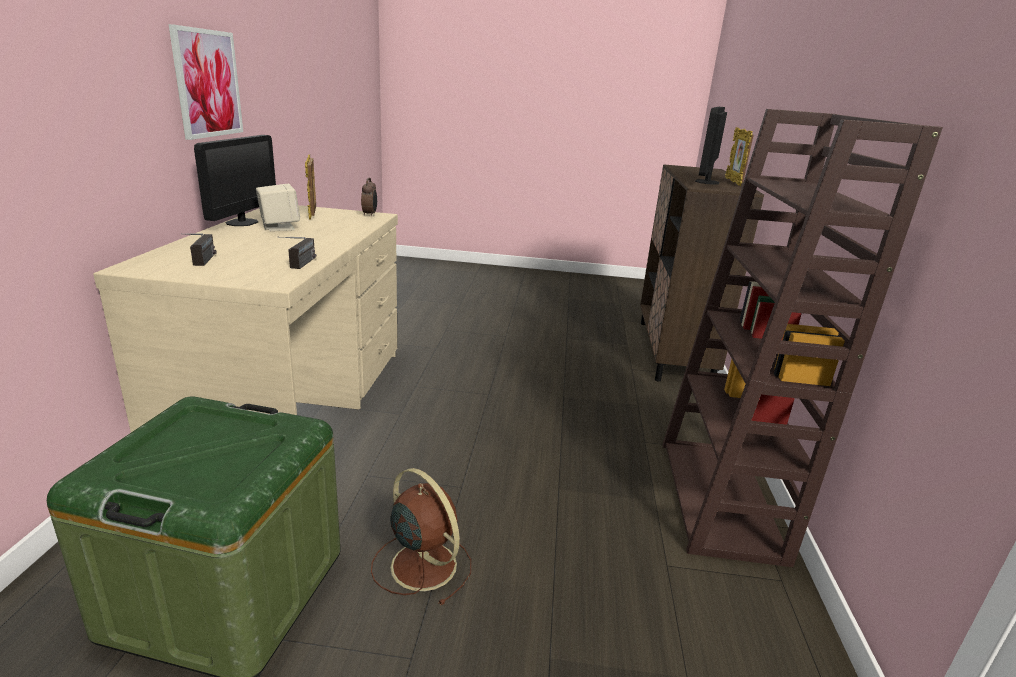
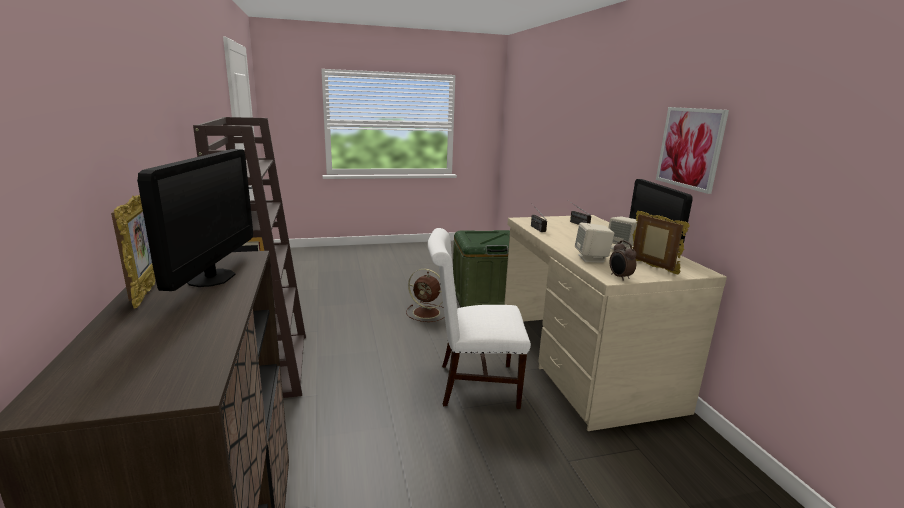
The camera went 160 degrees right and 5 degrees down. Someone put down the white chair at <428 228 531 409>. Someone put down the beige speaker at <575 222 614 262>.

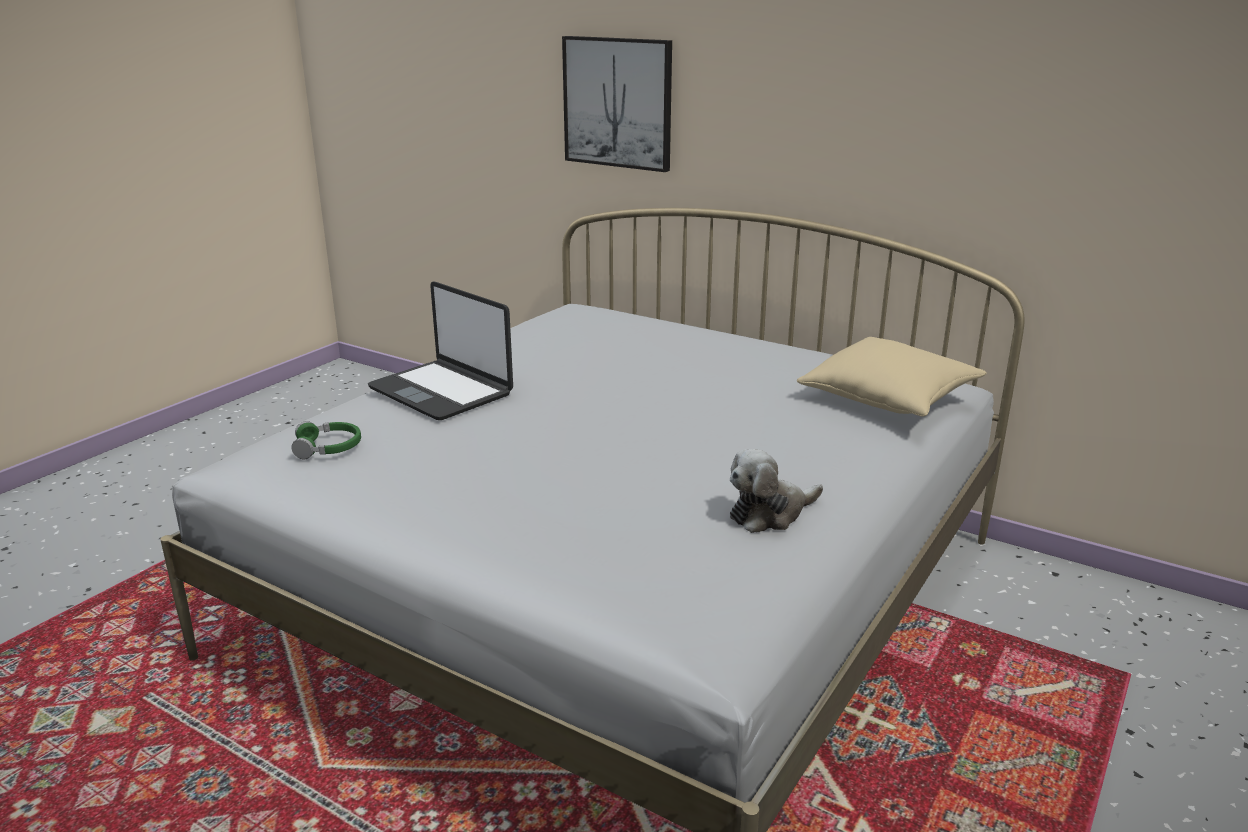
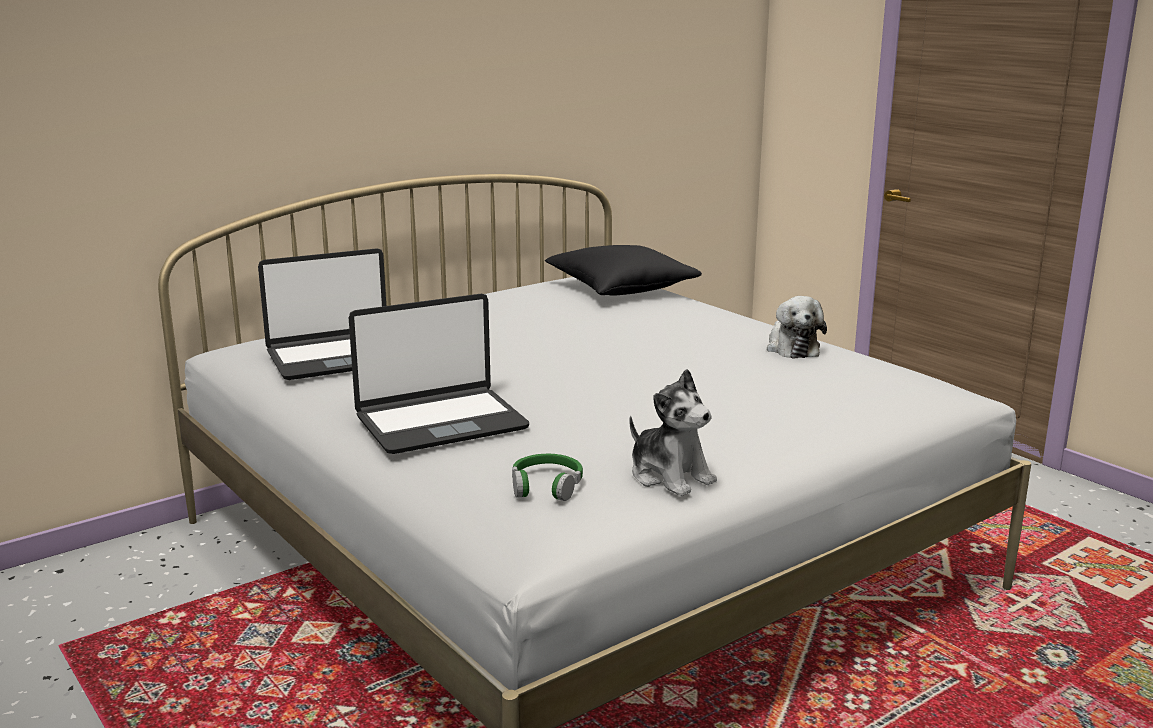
The camera went 70 degrees left and 5 degrees down. Someone took away the picture at <562 36 672 172>. Someone repainted the beige pillow at <797 337 987 416>, which became the black pillow at <545 245 702 296>. Someone put down the laptop at <258 248 386 380>. Someone put down the plush toy at <629 369 717 496>.

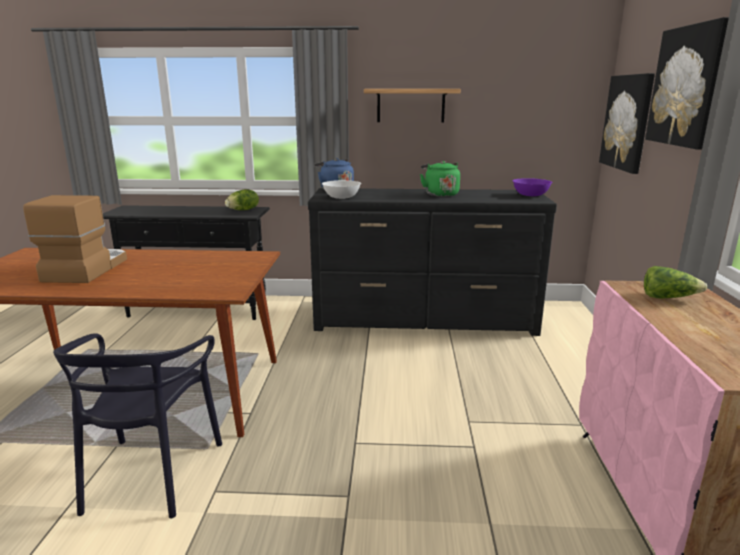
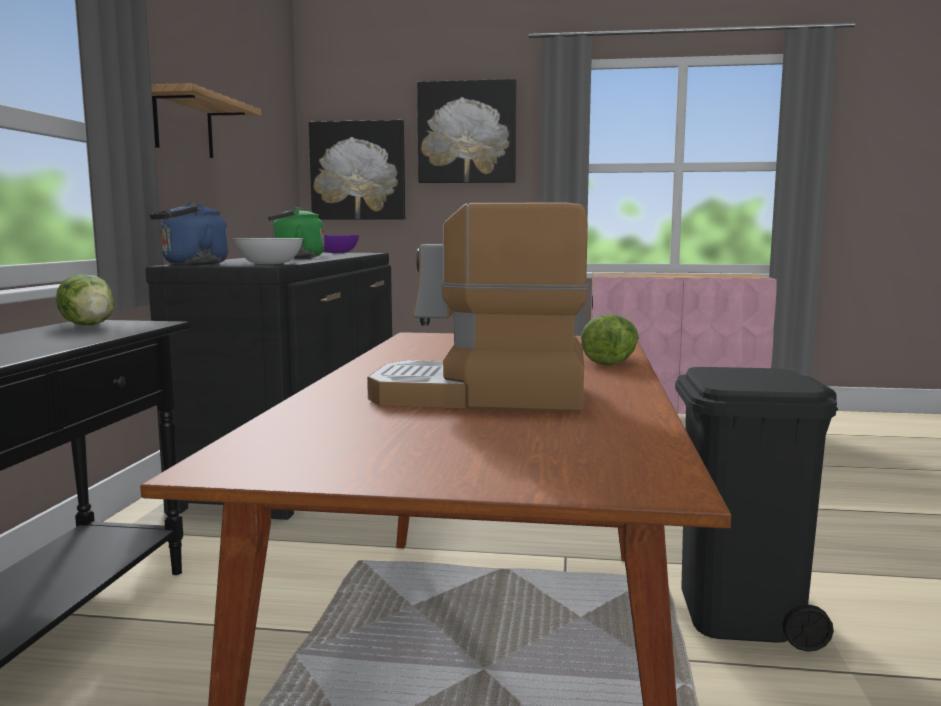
The camera went 85 degrees left and 10 degrees down. Someone swapped the black chair at <53 333 222 518> for the black trash can at <675 367 838 652>. Someone carried the lettuce from <644 266 707 298> to <581 314 638 365>.

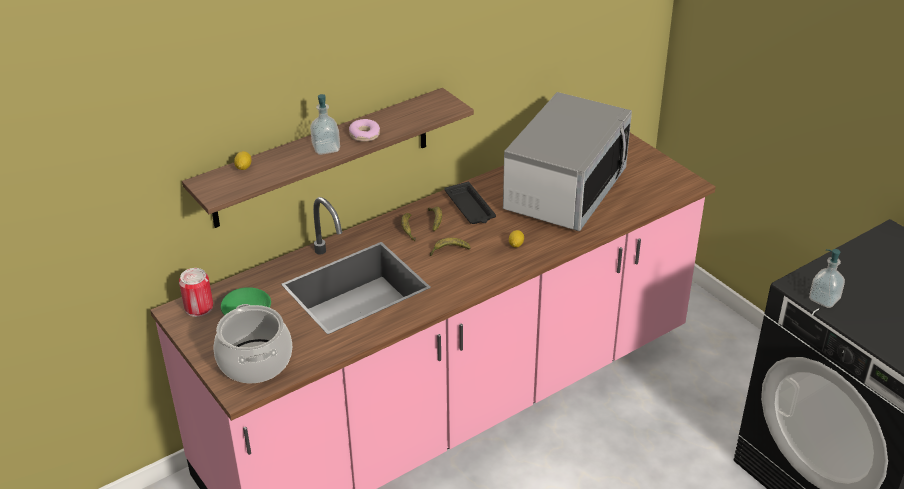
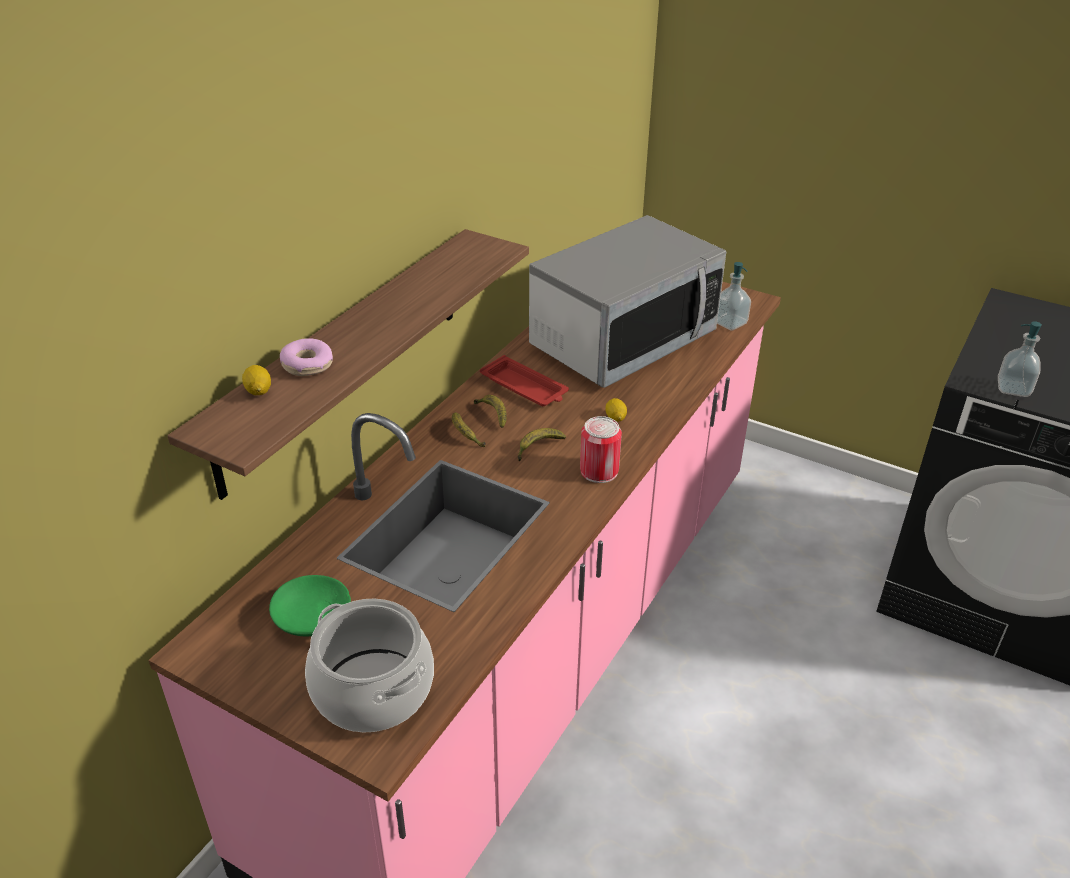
The camera went 25 degrees left and 0 degrees up. Someone carried the can from <179 268 213 317> to <580 416 622 483>. Someone carried the soap dispenser from <310 94 340 155> to <717 262 751 331>. Someone carried the donut from <349 119 380 142> to <280 338 333 376>. Someone repainted the black tray at <444 182 496 224>, which became the red tray at <480 355 569 406>. Someone rotated the microwave at <503 92 632 231> by 45 degrees clockwise.

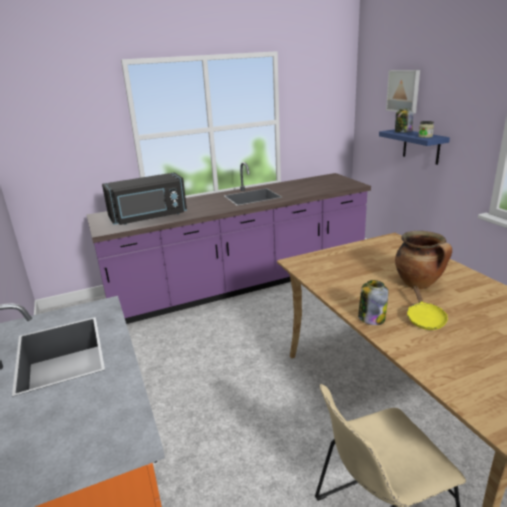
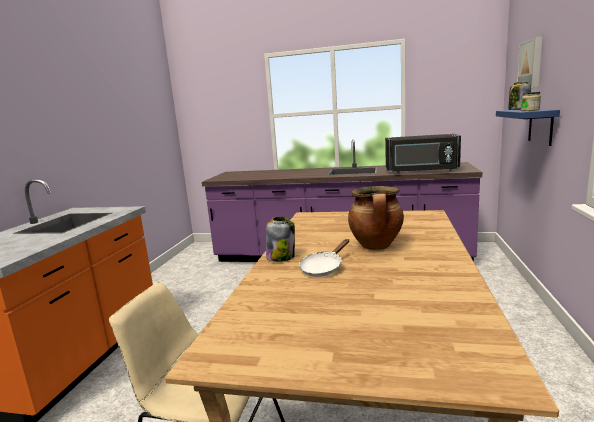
The camera went 35 degrees right and 10 degrees down. Someone carried the black microwave from <102 172 187 225> to <385 134 461 174>. Someone repainted the yellow frying pan at <407 286 448 330>, which became the white frying pan at <299 239 349 277>.

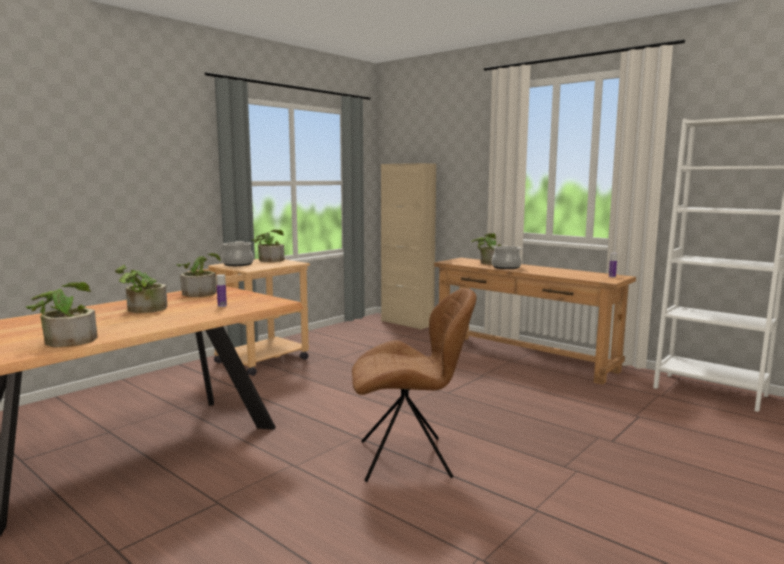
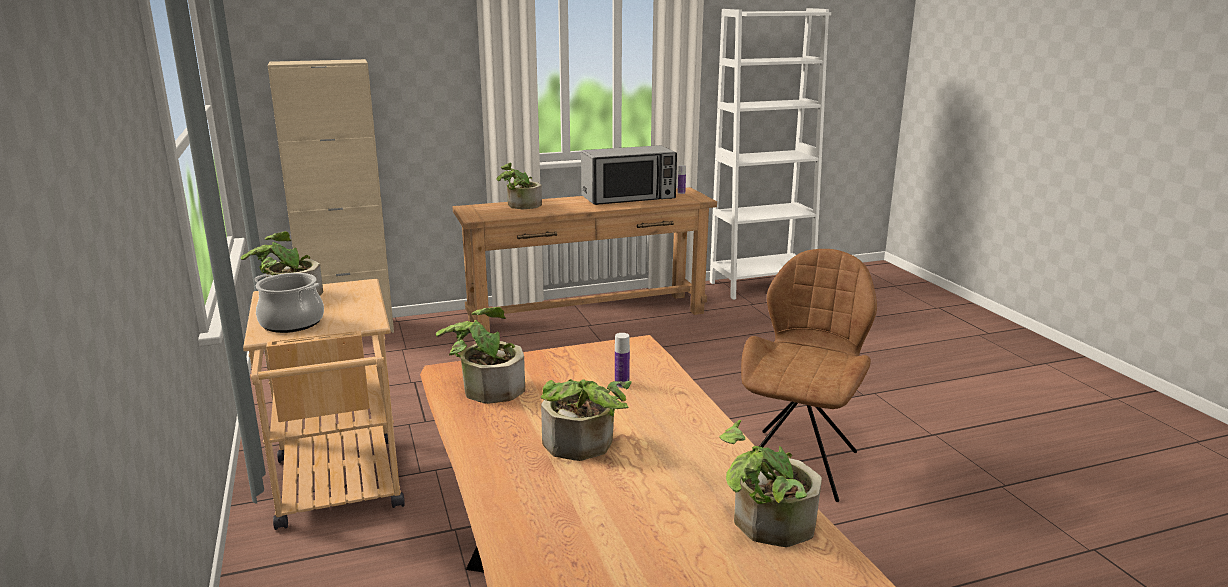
The camera went 60 degrees left and 10 degrees up. Someone took away the cooking pot at <491 245 523 269>. Someone put down the microwave at <581 145 677 205>.

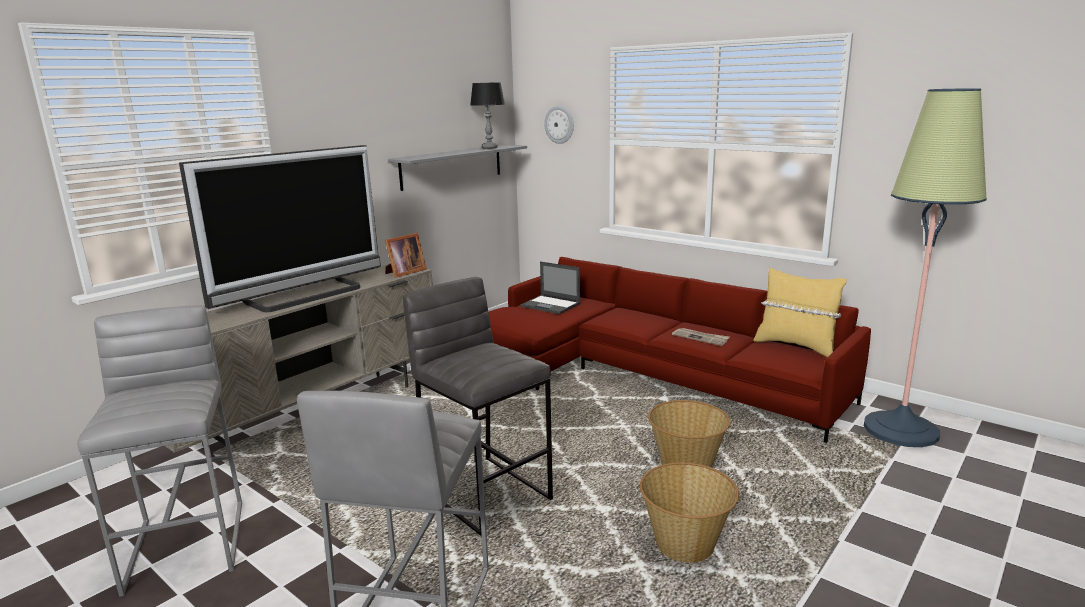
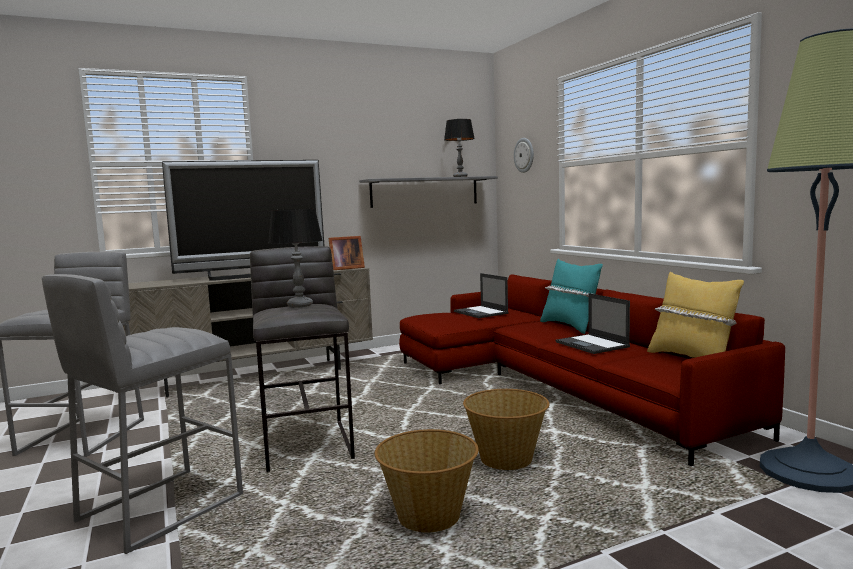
The camera went 25 degrees right and 10 degrees down. Someone swapped the newspaper at <672 328 730 346> for the laptop at <556 293 630 354>. Someone put down the table lamp at <268 208 323 308>. Someone put down the turquoise pillow at <540 259 603 334>.

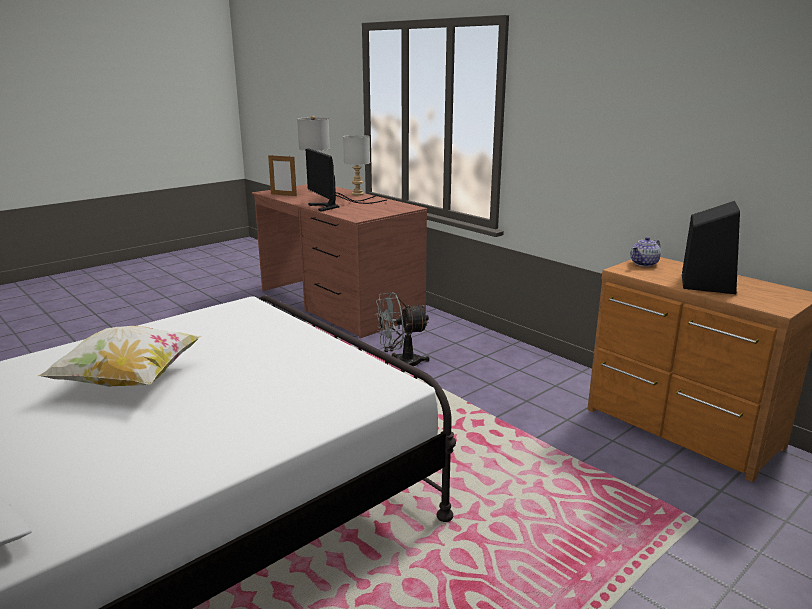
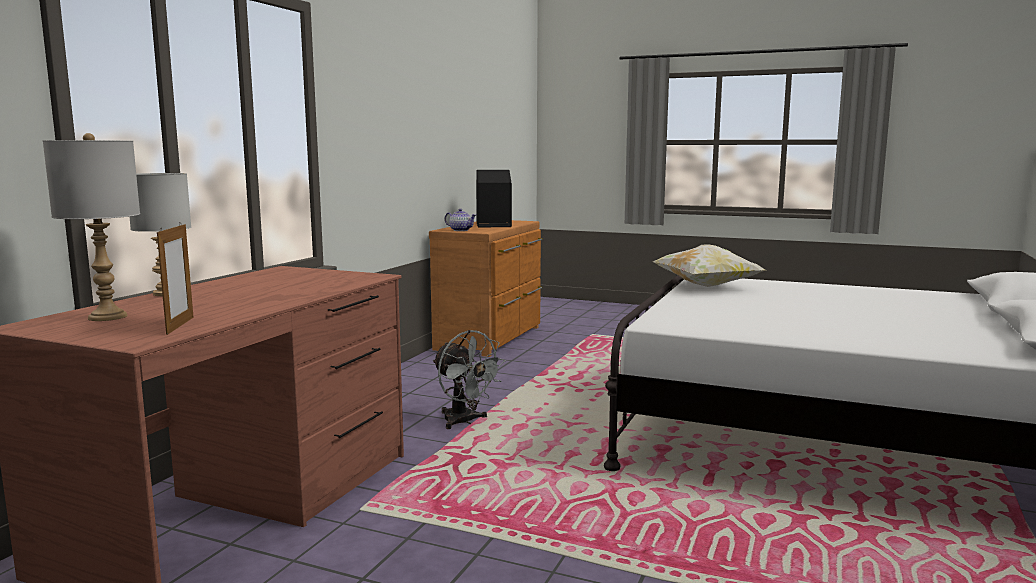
The camera went 115 degrees left and 10 degrees down. Someone carried the pillow from <38 326 202 387> to <651 245 765 287>. Someone took away the monitor at <306 149 387 212>.

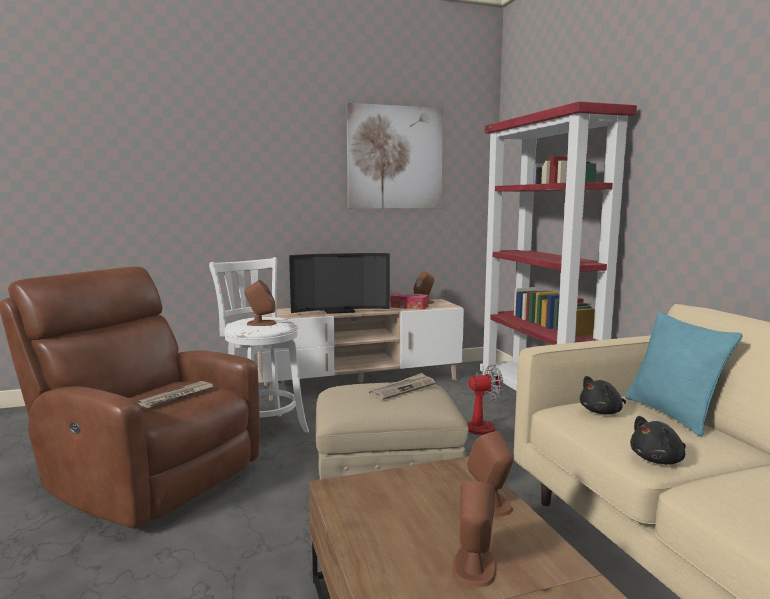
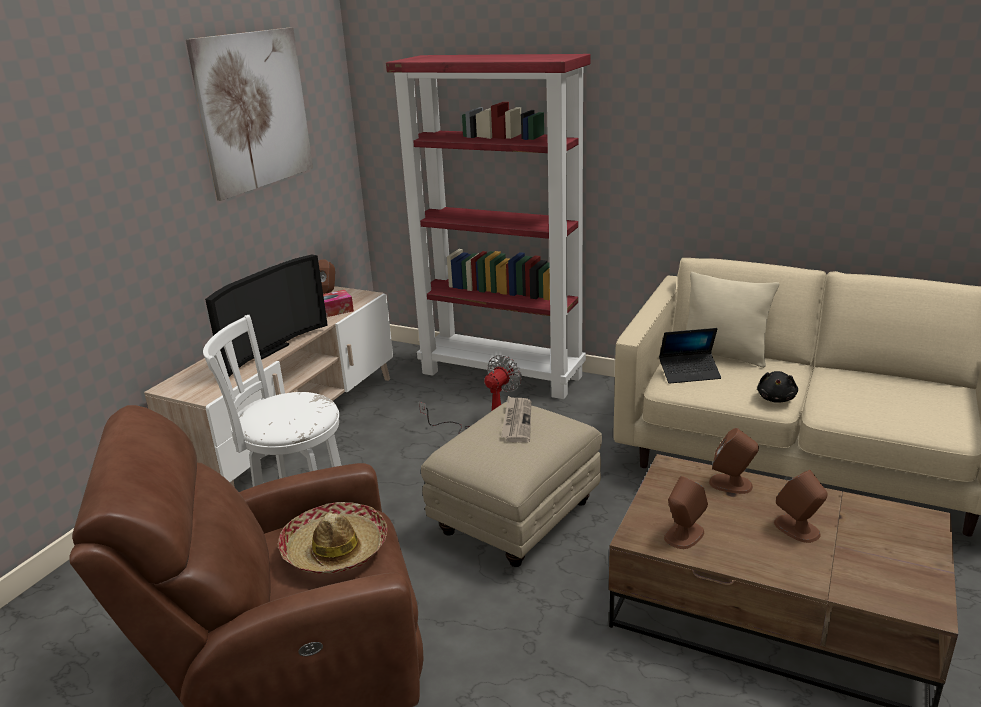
The camera went 45 degrees left and 15 degrees up. Someone swapped the newspaper at <137 381 214 408> for the hat at <277 502 387 574>. Someone carried the brown speaker from <244 280 277 326> to <664 476 708 549>. Someone swapped the black plush toy at <580 376 626 415> for the laptop at <659 328 721 384>. Someone repainted the turquoise pillow at <625 312 742 437>, which became the beige pillow at <686 272 779 368>.

